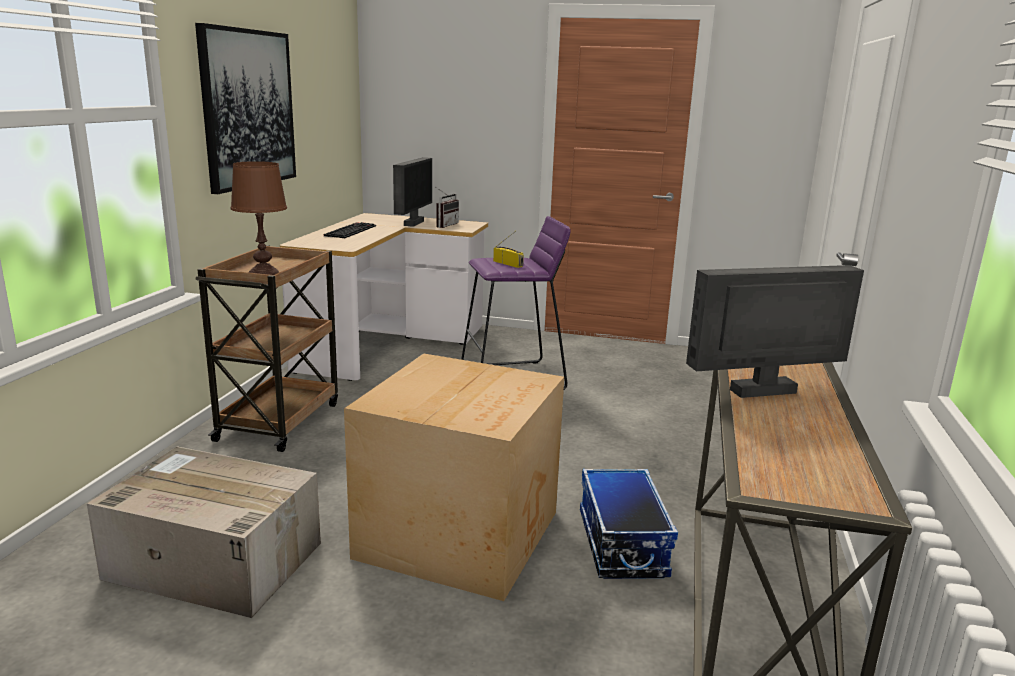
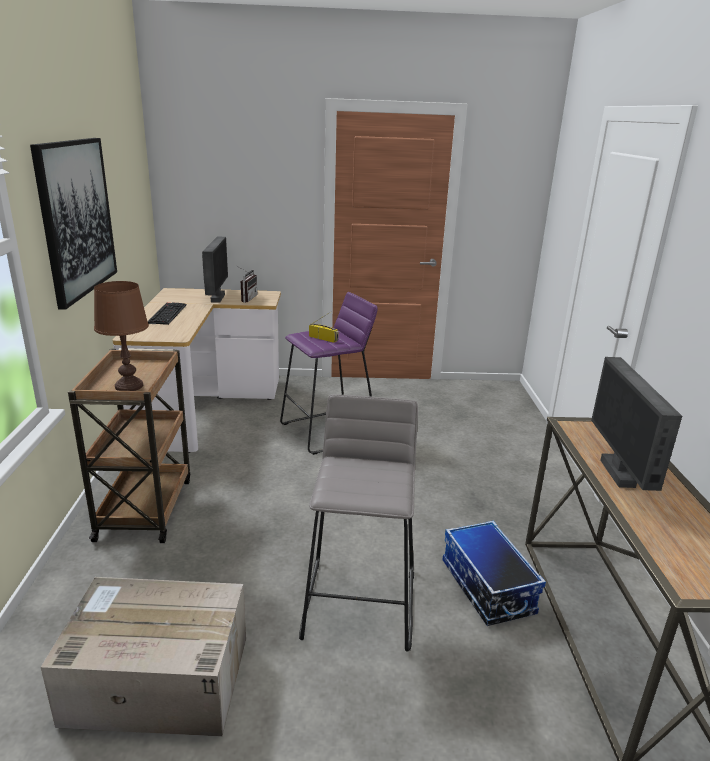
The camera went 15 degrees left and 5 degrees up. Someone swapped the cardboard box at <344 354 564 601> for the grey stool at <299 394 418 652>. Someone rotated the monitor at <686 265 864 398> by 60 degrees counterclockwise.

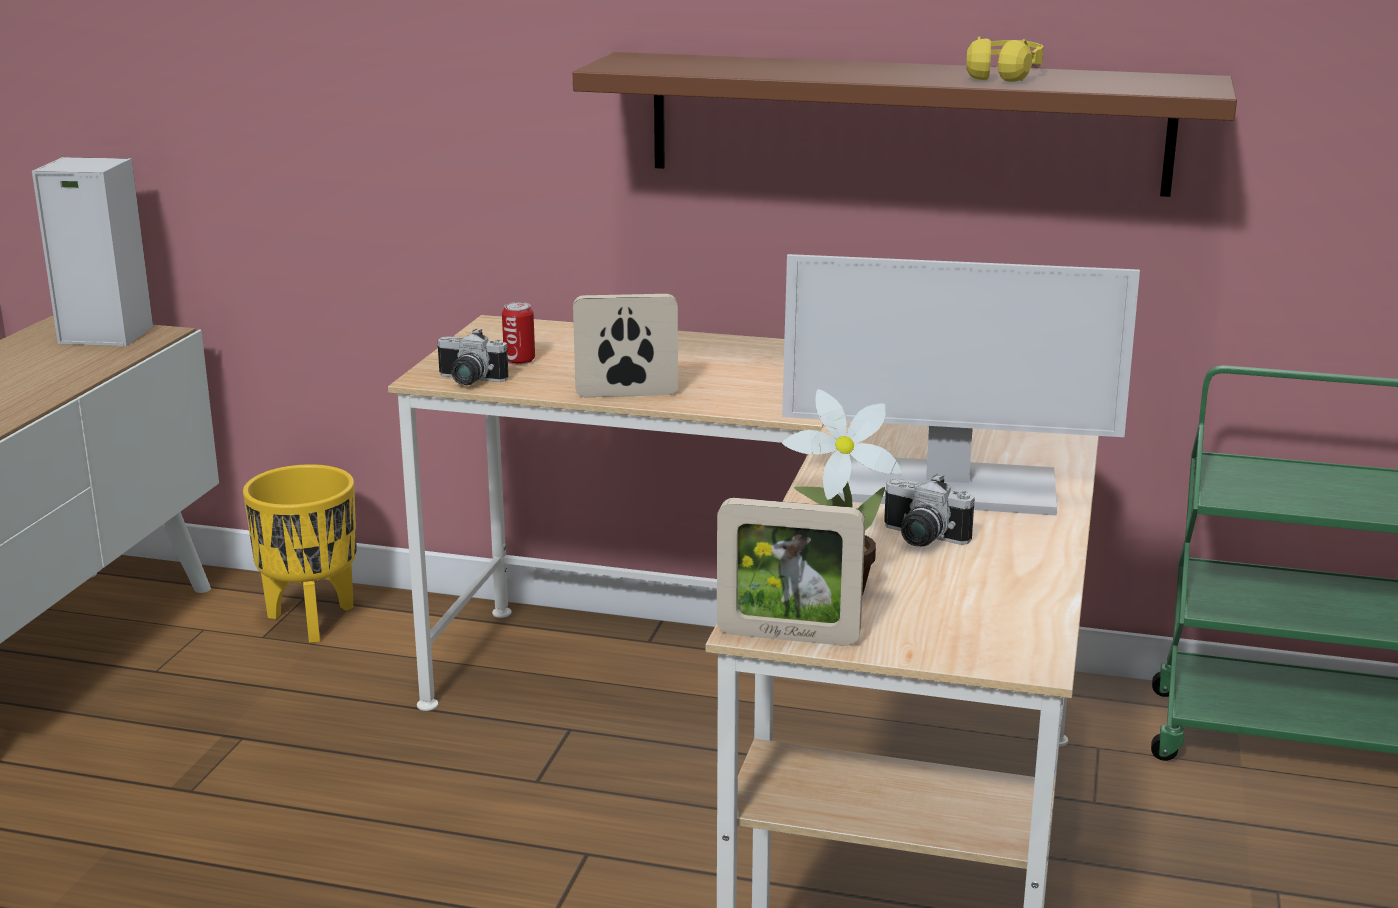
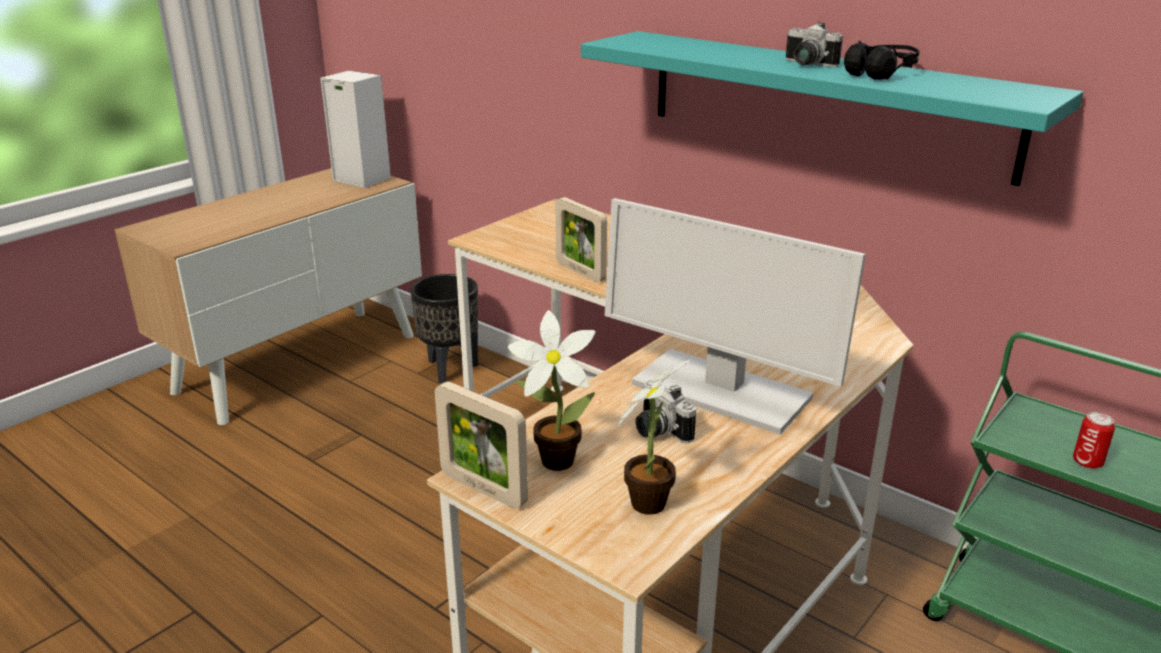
The camera went 25 degrees right and 5 degrees up. Someone repainted the yellow planter at <243 464 357 643>, which became the black planter at <410 274 478 383>. Someone carried the photo camera from <437 329 508 385> to <786 22 843 67>. Someone carried the can from <502 302 535 365> to <1073 412 1115 469>. Someone repainted the brown shelf at <573 52 1237 197>, which became the turquoise shelf at <581 31 1083 186>. Someone rotated the picture frame at <573 294 678 397> by 150 degrees counterclockwise. Someone repainted the yellow headphones at <966 37 1044 82>, which became the black headphones at <844 41 920 80>. Someone put down the potted plant at <618 359 692 515>.

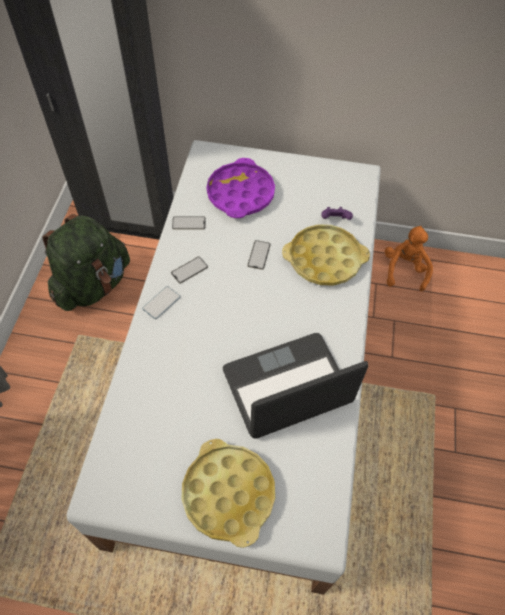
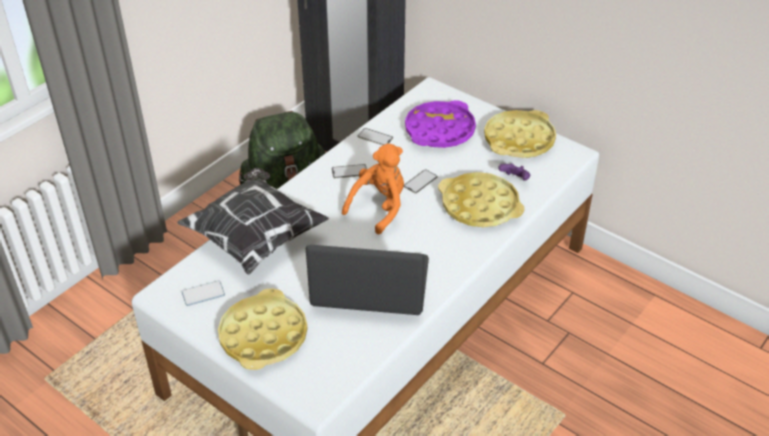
The camera went 30 degrees right and 15 degrees down. Someone carried the phone from <142 286 180 319> to <182 281 225 306>. Someone carried the orange plush toy from <385 226 433 292> to <342 144 404 234>. Someone put down the pillow at <177 168 329 275>. Someone put down the yellow tray at <484 110 556 158>.

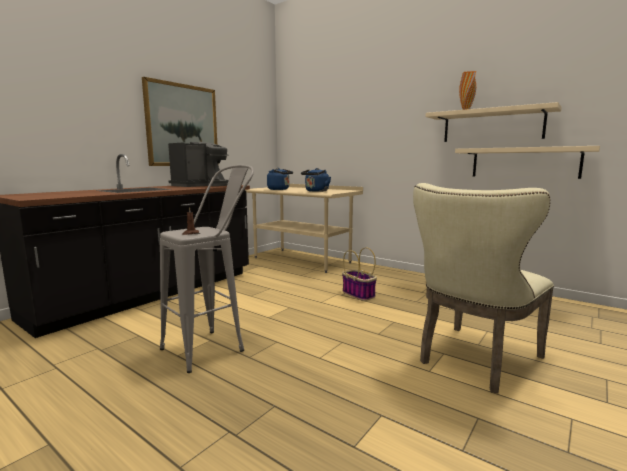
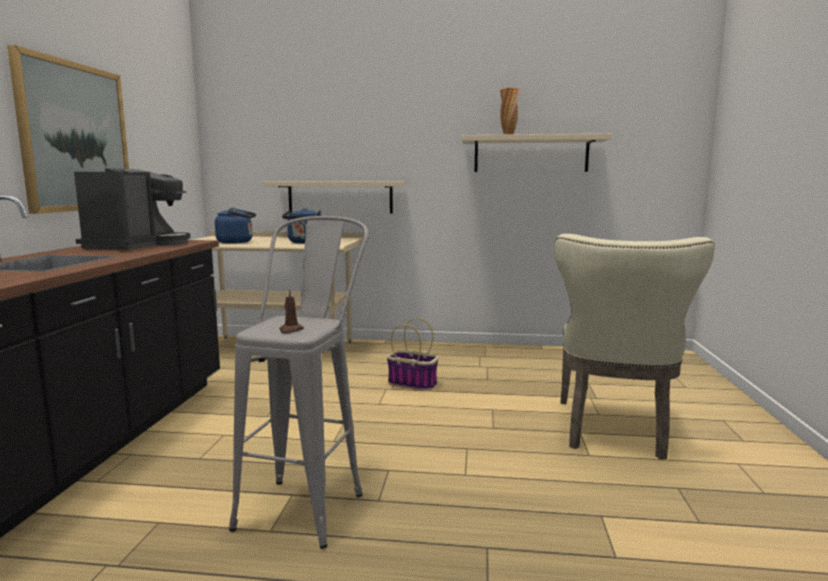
The camera went 30 degrees left and 0 degrees up. Someone carried the beige shelf from <455 146 600 179> to <263 181 404 214>.

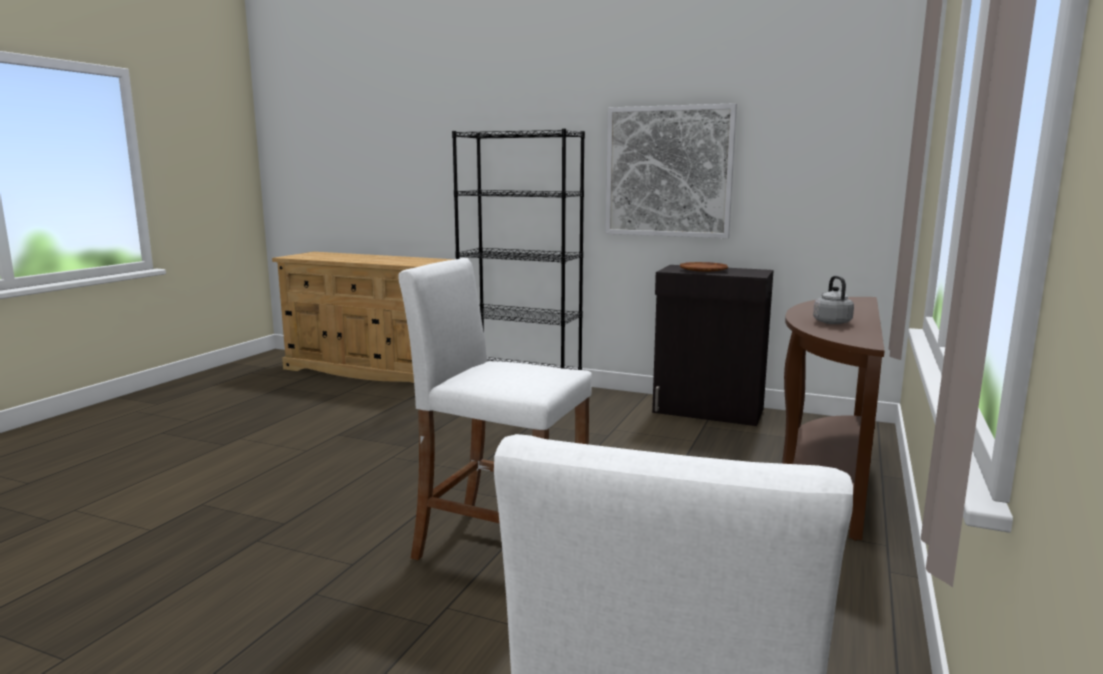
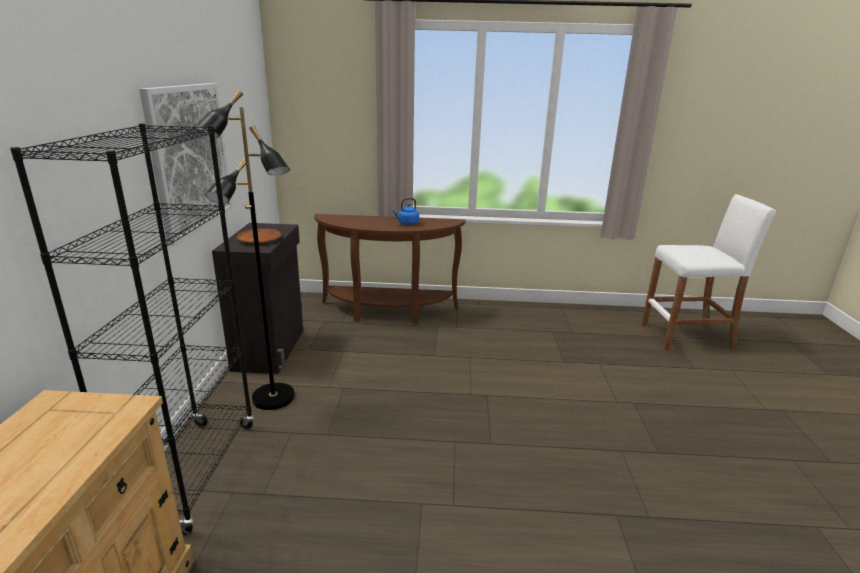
The camera went 110 degrees left and 10 degrees up. Someone took away the white stool at <398 258 592 560>. Someone repainted the grey kettle at <813 276 854 324>, which became the blue kettle at <393 198 419 225>. Someone put down the black floor lamp at <195 90 295 410>.

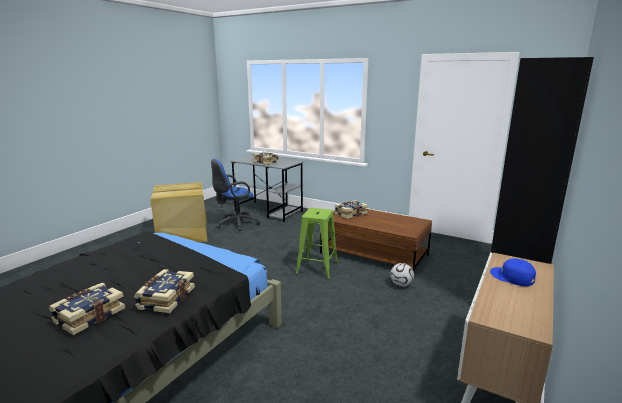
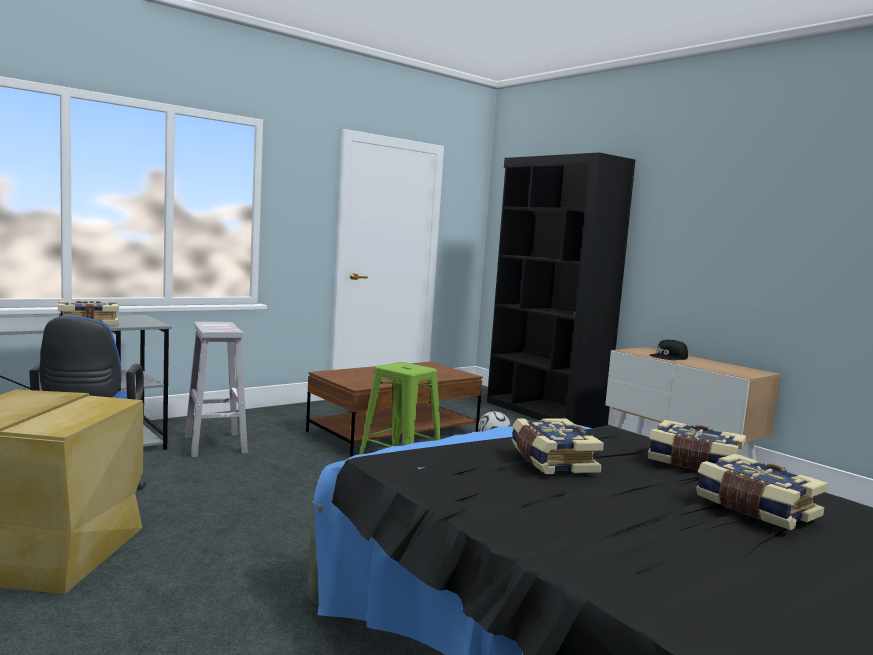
The camera went 70 degrees left and 10 degrees down. Someone carried the book from <335 200 368 219> to <511 418 604 474>. Someone repainted the blue cap at <490 258 536 286>, which became the black cap at <649 340 688 360>. Someone put down the white stool at <185 322 248 458>.

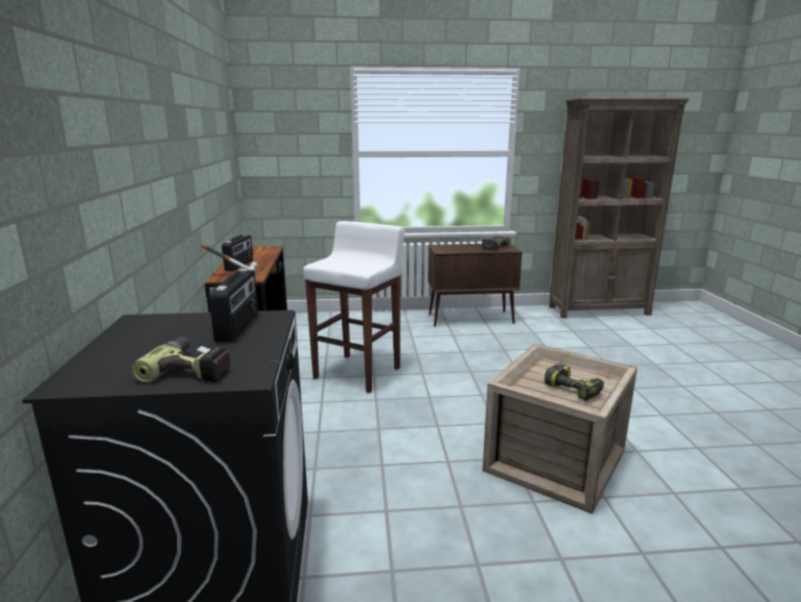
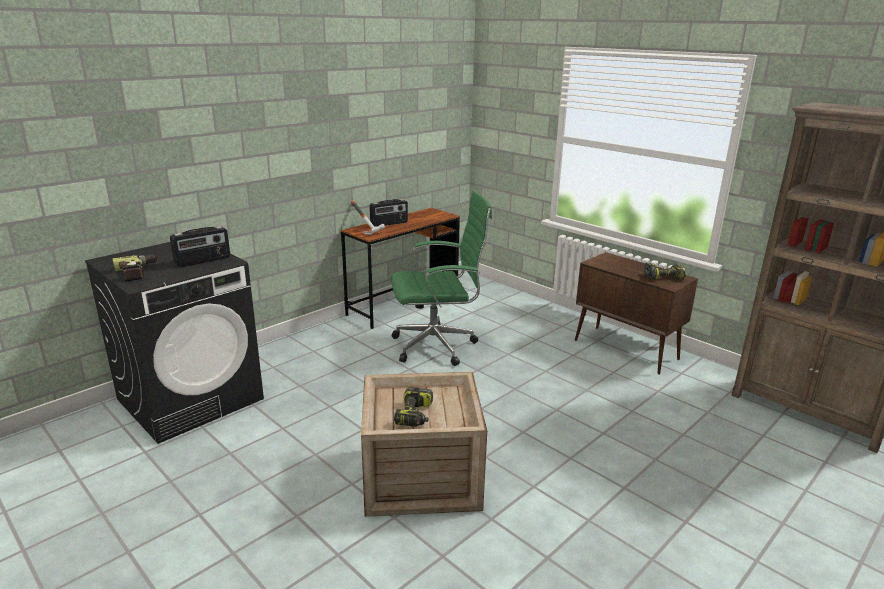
The camera went 50 degrees right and 5 degrees up. Someone swapped the white stool at <303 221 405 393> for the green office chair at <391 191 492 366>.

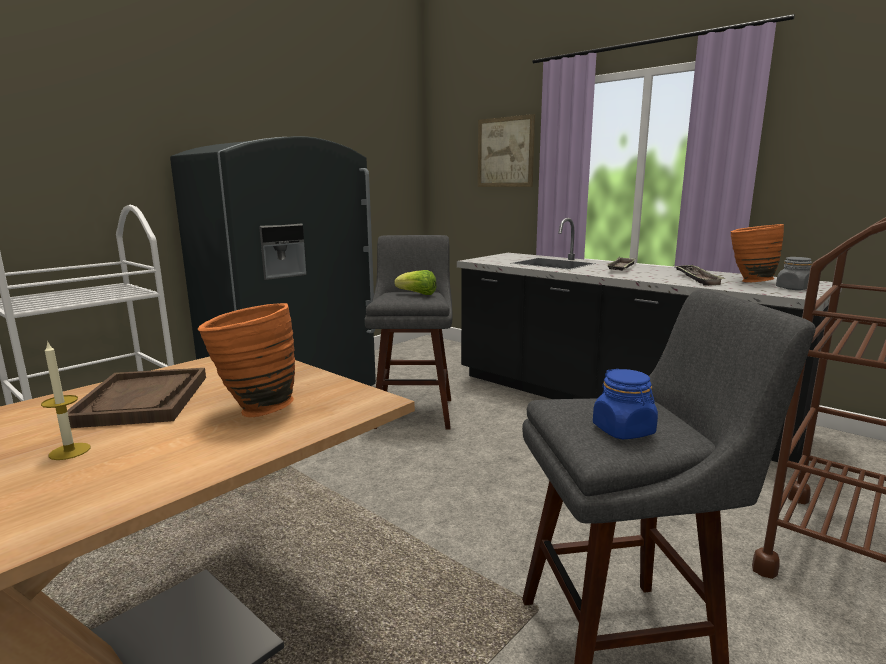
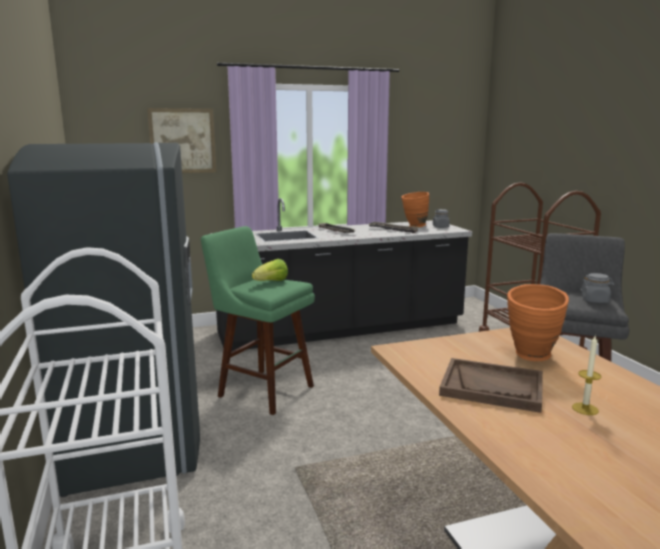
The camera went 60 degrees left and 0 degrees up. Someone repainted the grey stool at <364 235 452 429>, which became the green stool at <201 226 315 415>. Someone repainted the blue jar at <593 369 658 439>, which became the grey jar at <581 273 614 303>.

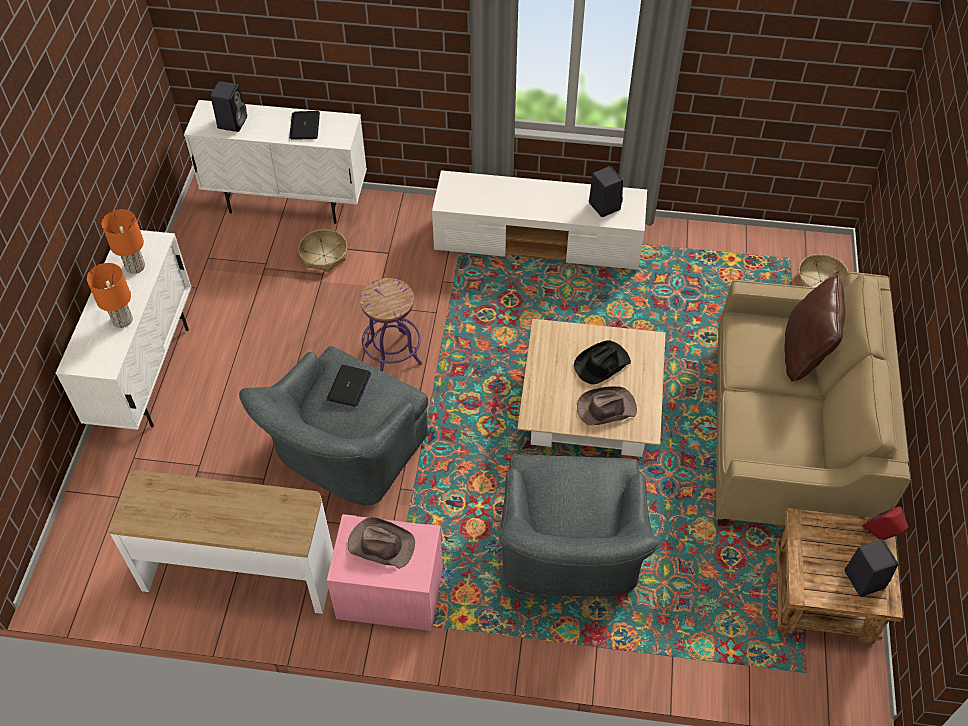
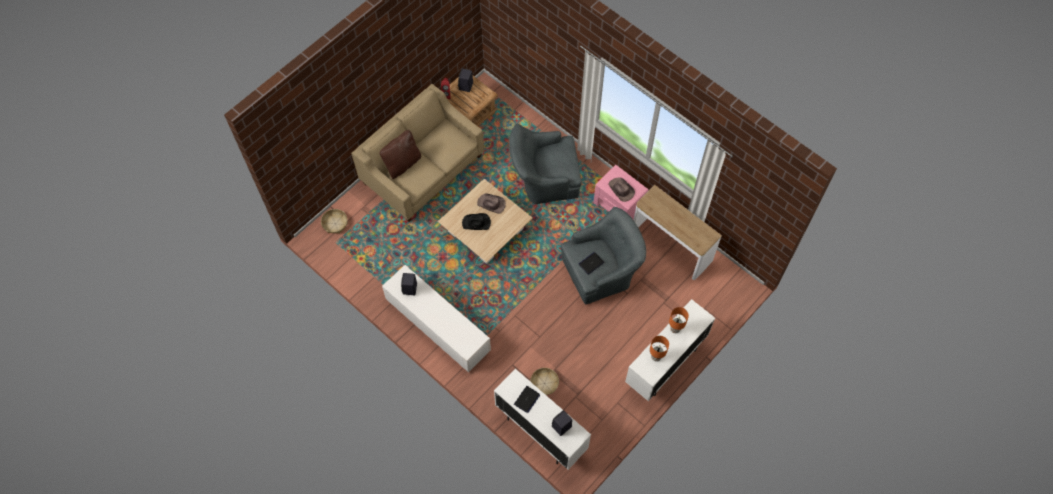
The camera went 145 degrees left and 10 degrees up. Someone took away the purple stool at <360 278 422 371>. Someone rotated the grey armchair at <499 454 659 596> by 135 degrees counterclockwise.

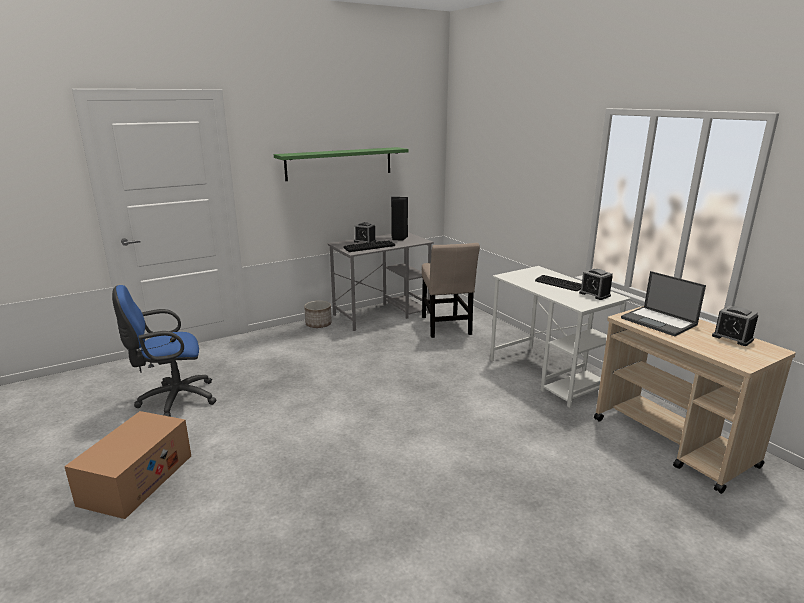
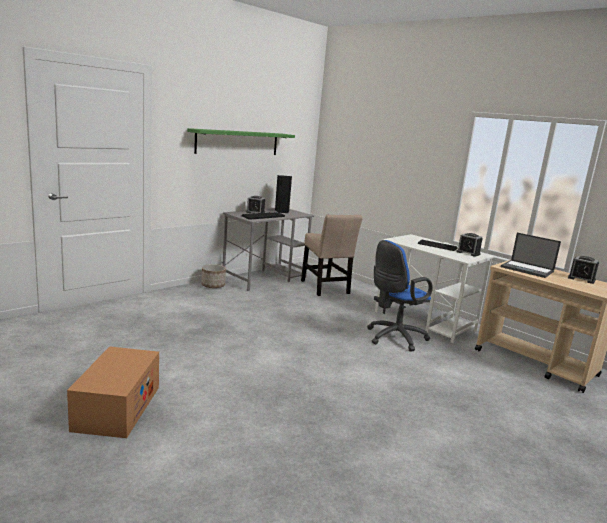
The camera went 15 degrees left and 5 degrees down. Someone carried the blue office chair from <112 285 216 417> to <367 240 433 352>.

